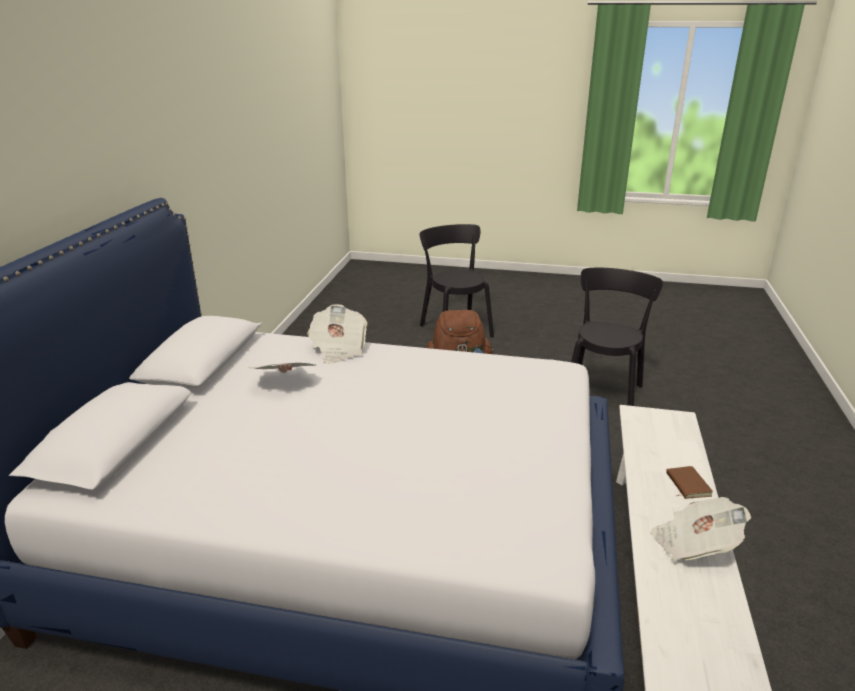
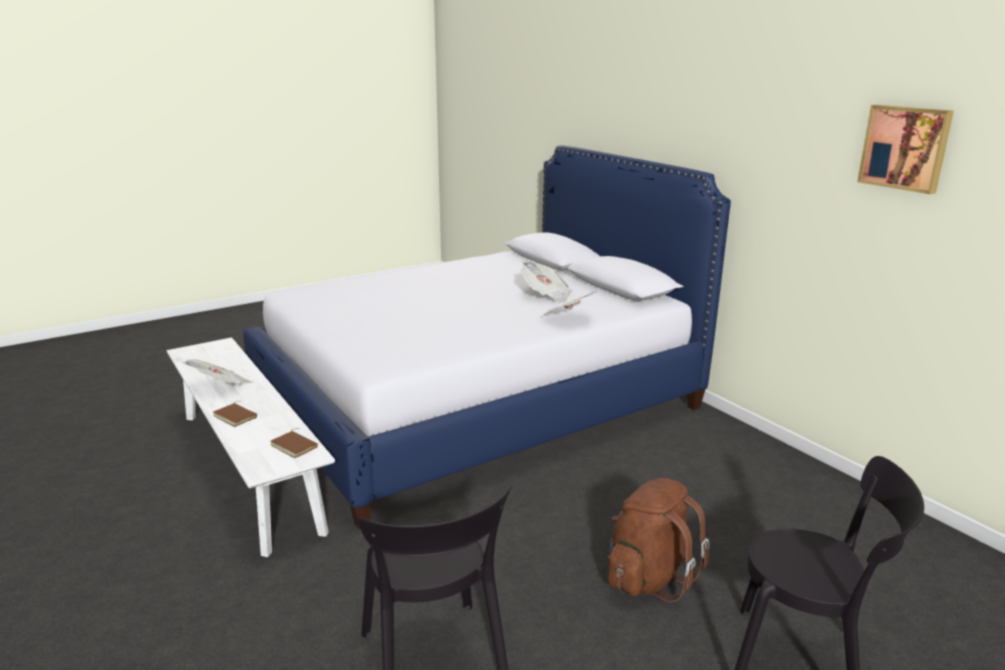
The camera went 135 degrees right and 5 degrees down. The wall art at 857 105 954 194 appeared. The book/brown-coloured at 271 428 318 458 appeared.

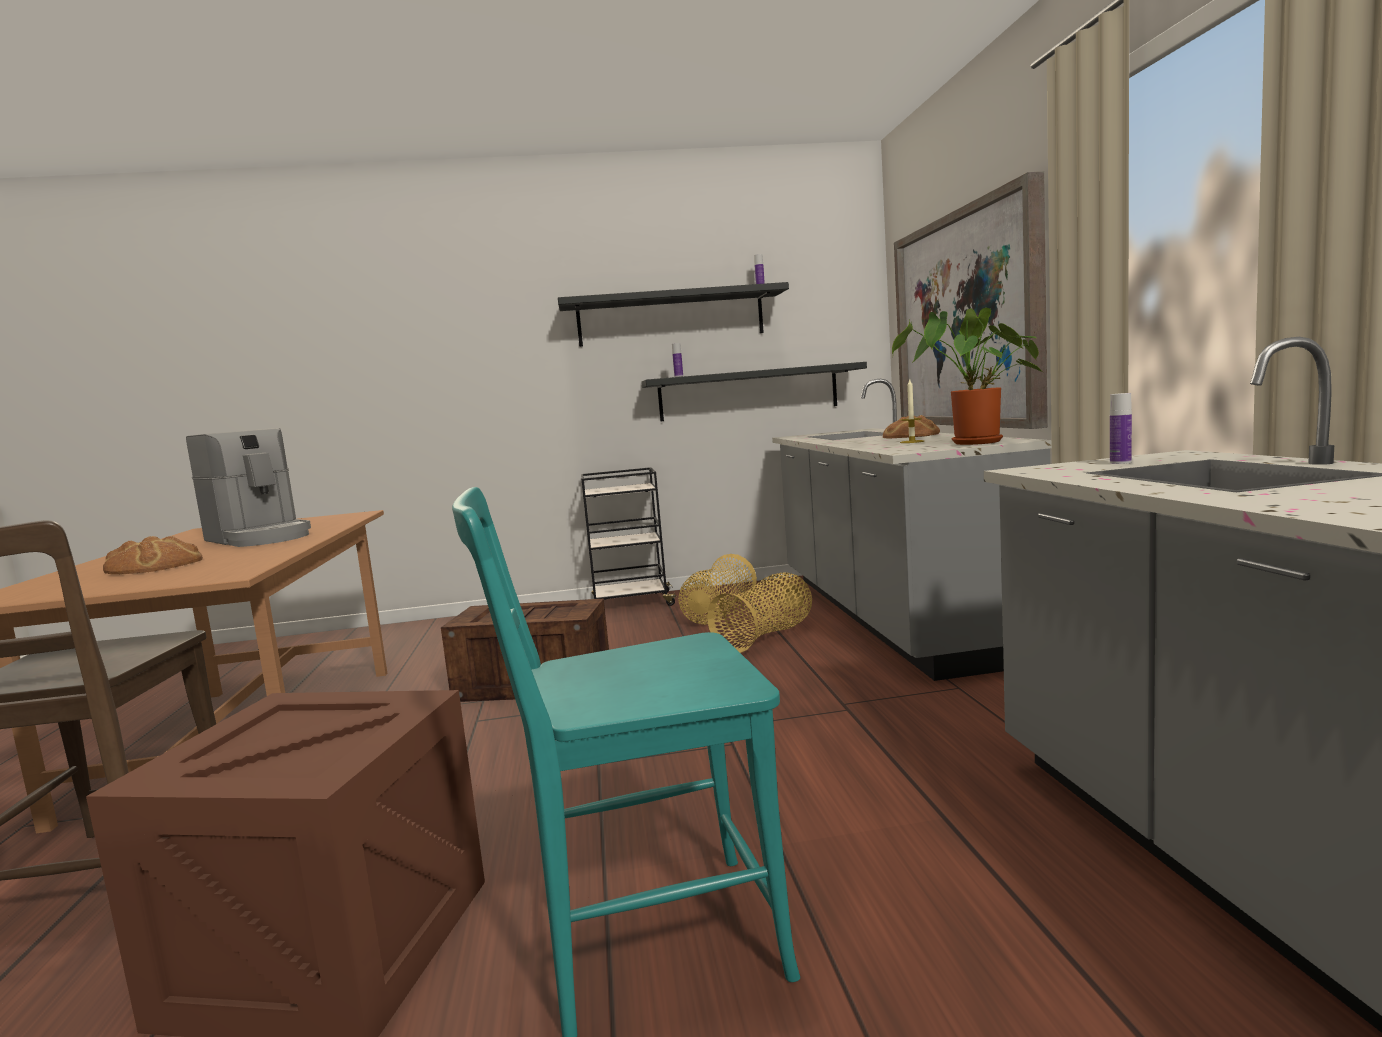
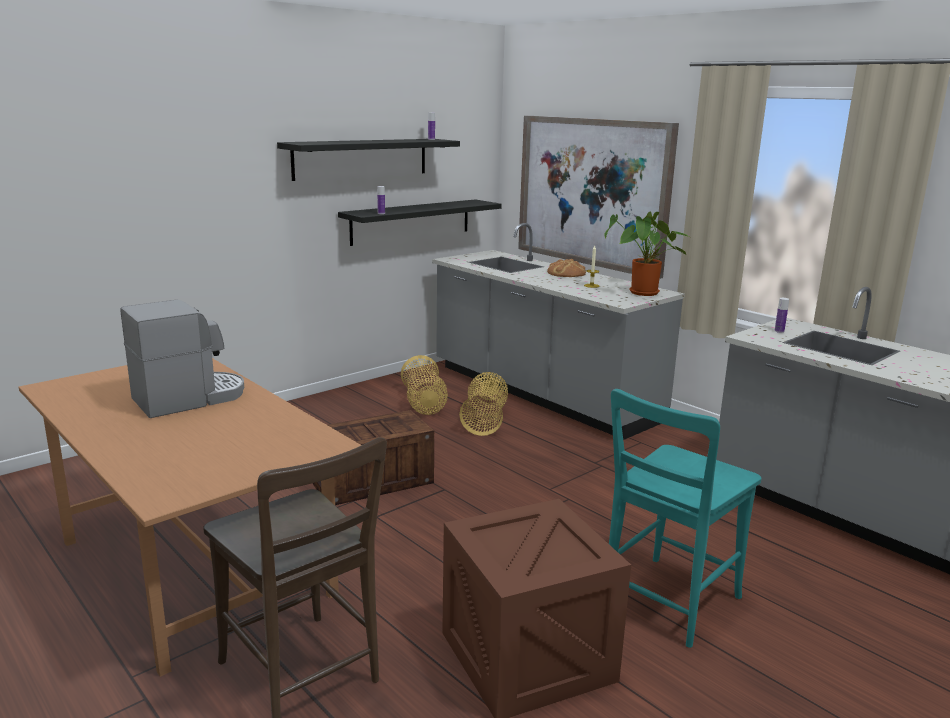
The camera went 35 degrees left and 10 degrees up. The coffee machine at 186 428 311 547 turned 45 degrees counterclockwise. The wheeled cart/black-coloured at 581 467 678 606 disappeared. The baked bread at 103 536 203 575 disappeared.

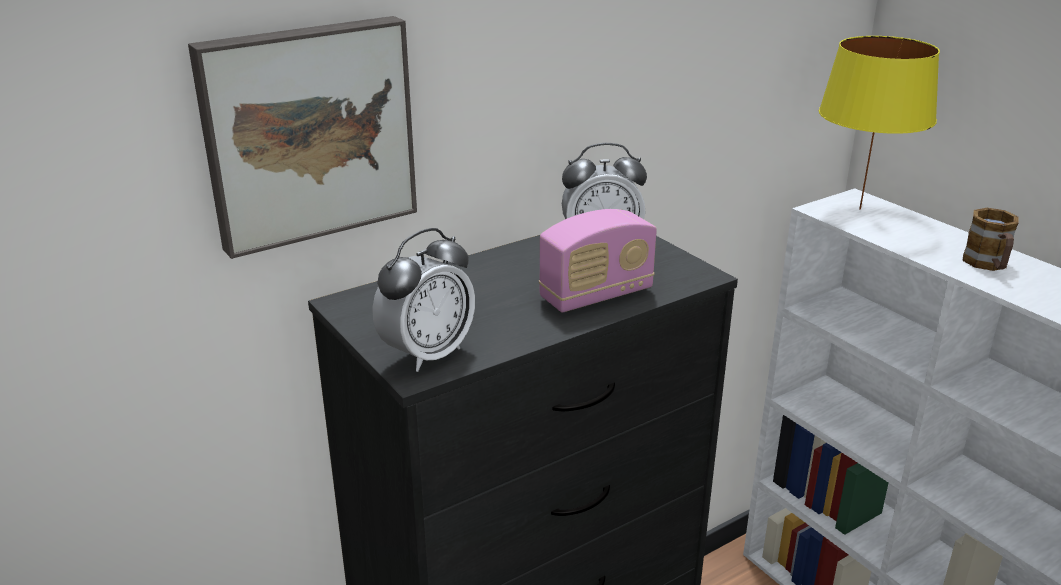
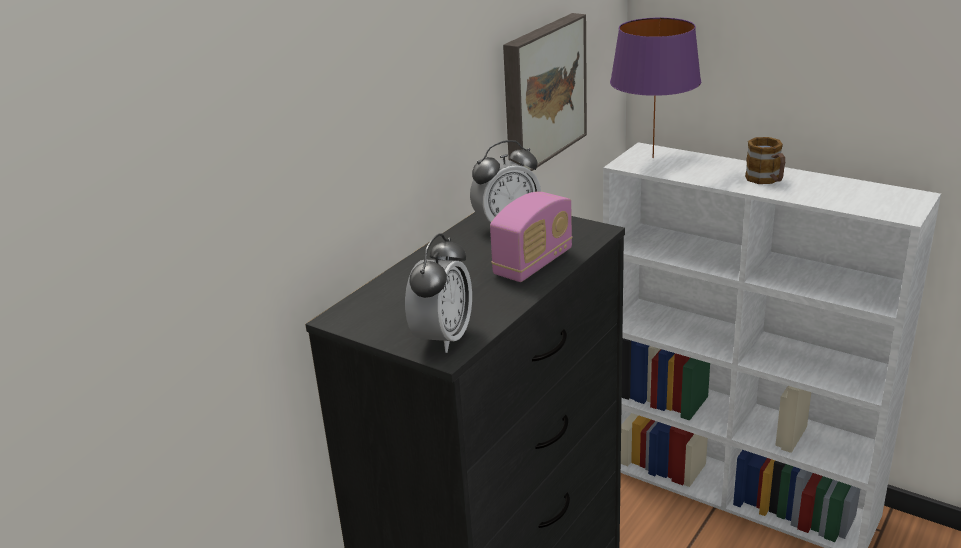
The camera went 20 degrees left and 0 degrees up. The wall art moved from 188 16 417 259 to 503 13 587 171. The table lamp/yellow at 819 36 940 210 became the table lamp/purple at 610 17 701 158.

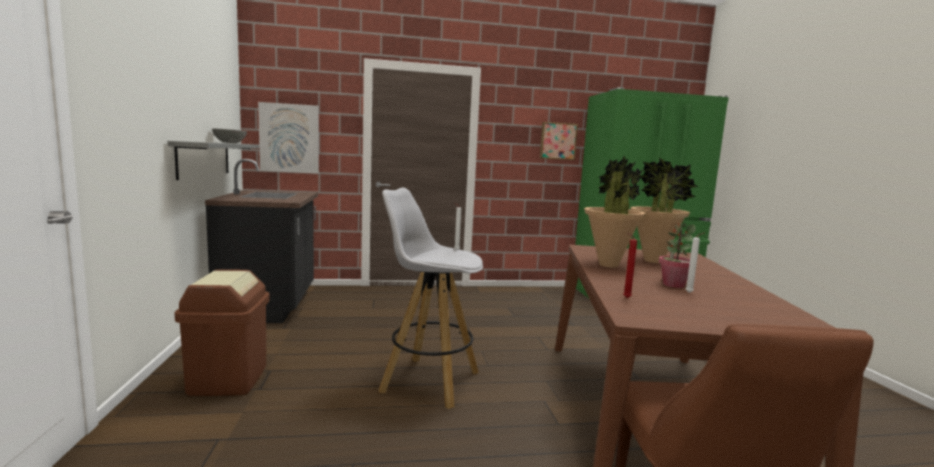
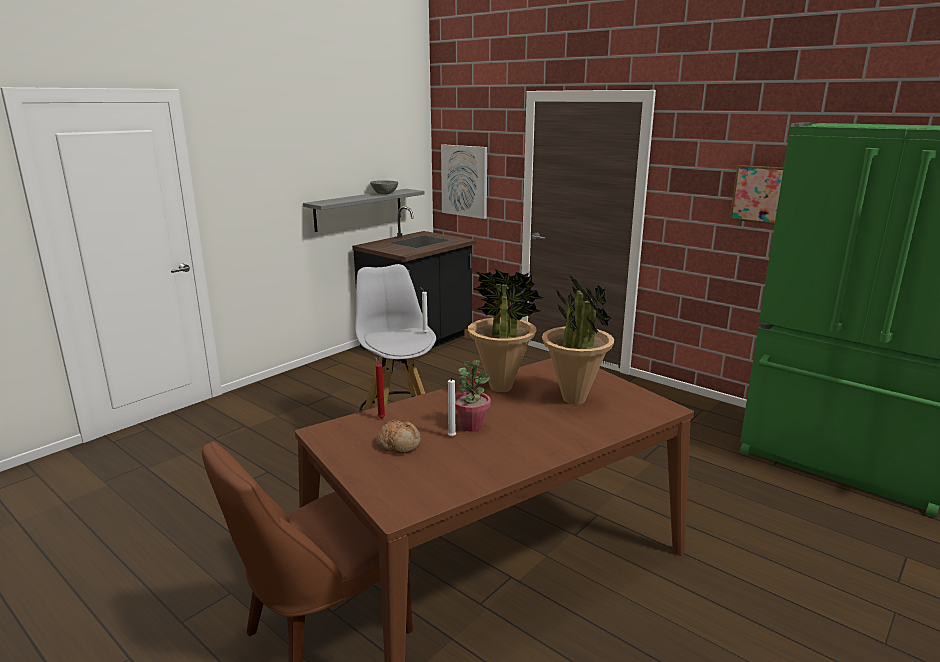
The camera went 50 degrees right and 10 degrees up. The trash can/brown-coloured at 174 269 270 396 disappeared. The baked bread at 376 420 421 454 appeared.

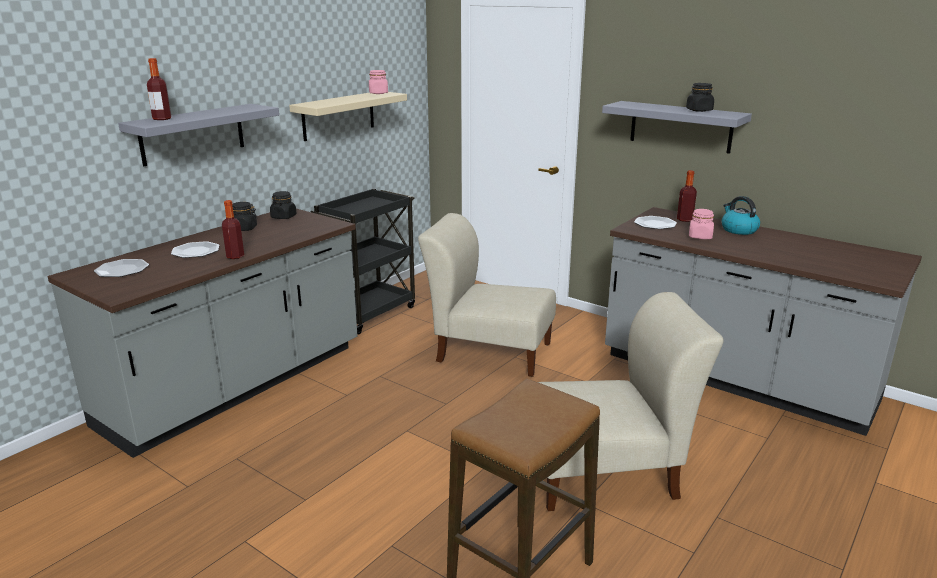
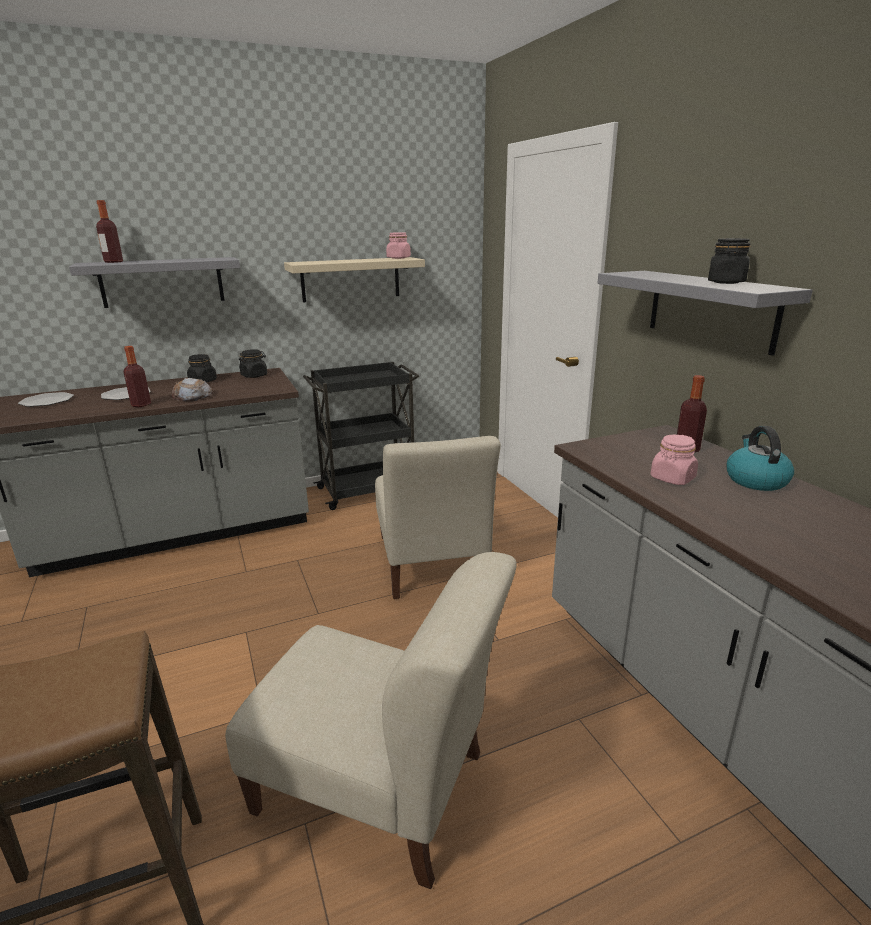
The camera went 30 degrees right and 0 degrees up. The plain chair/beige-coloured at 418 213 556 377 turned 150 degrees counterclockwise. The flat dish at 634 216 677 229 disappeared. The baked bread at 171 378 213 401 appeared.

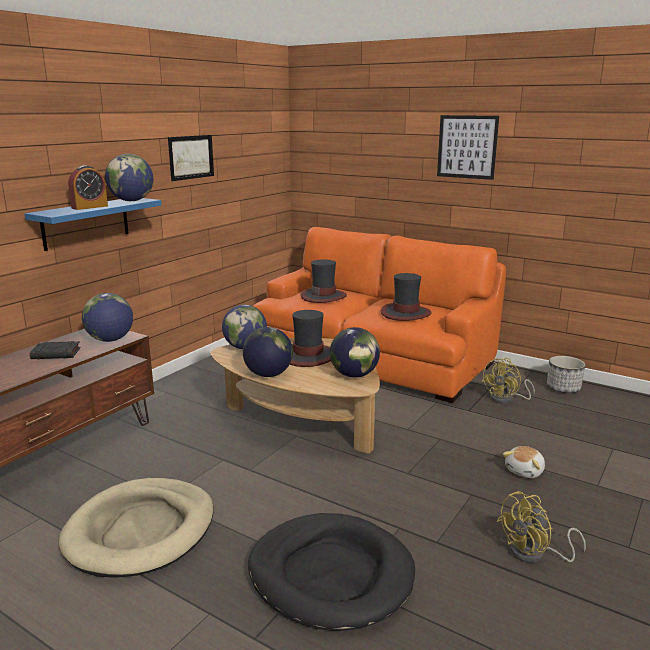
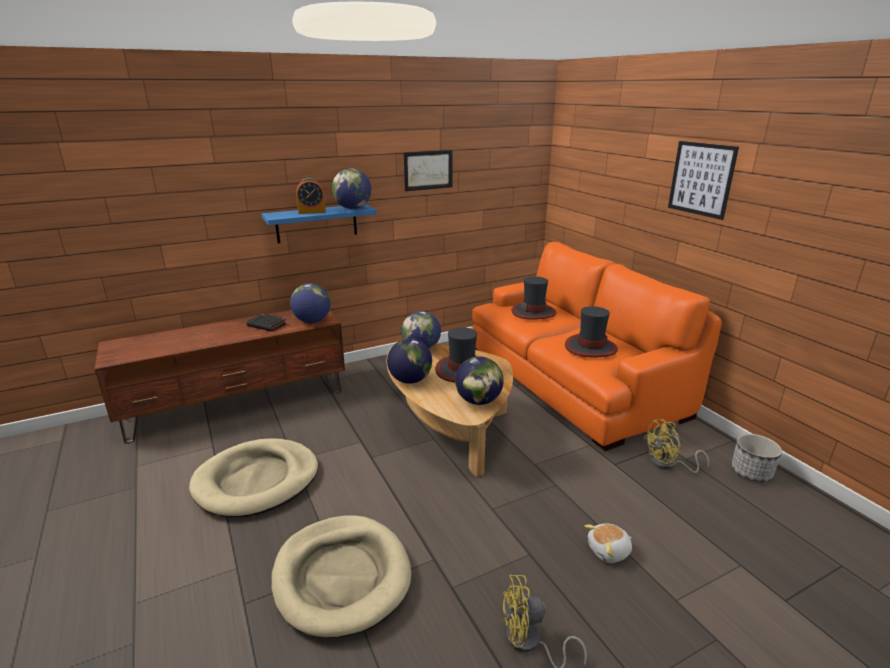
The camera went 30 degrees right and 5 degrees up. The pet bed/black-coloured at 248 513 415 631 became the pet bed/beige-coloured at 271 515 411 638.

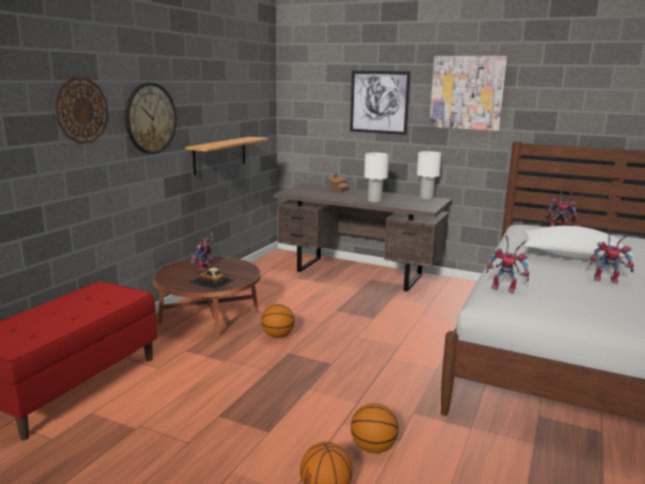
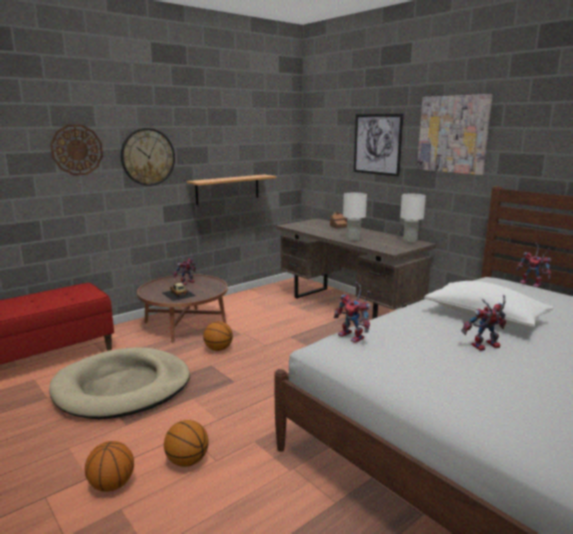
The camera went 25 degrees right and 0 degrees up. The model robot at 589 229 634 284 turned 120 degrees clockwise. The pet bed/beige-coloured at 49 347 190 419 appeared.

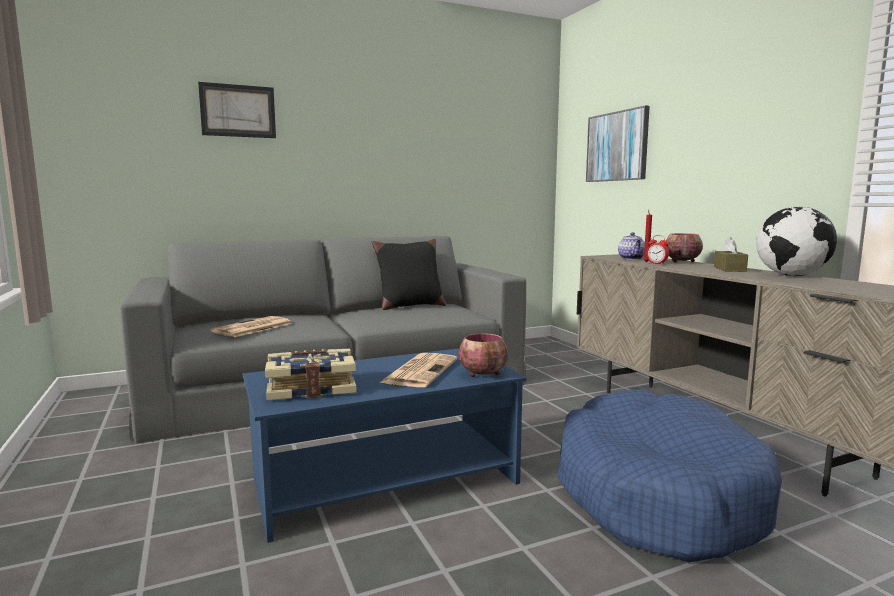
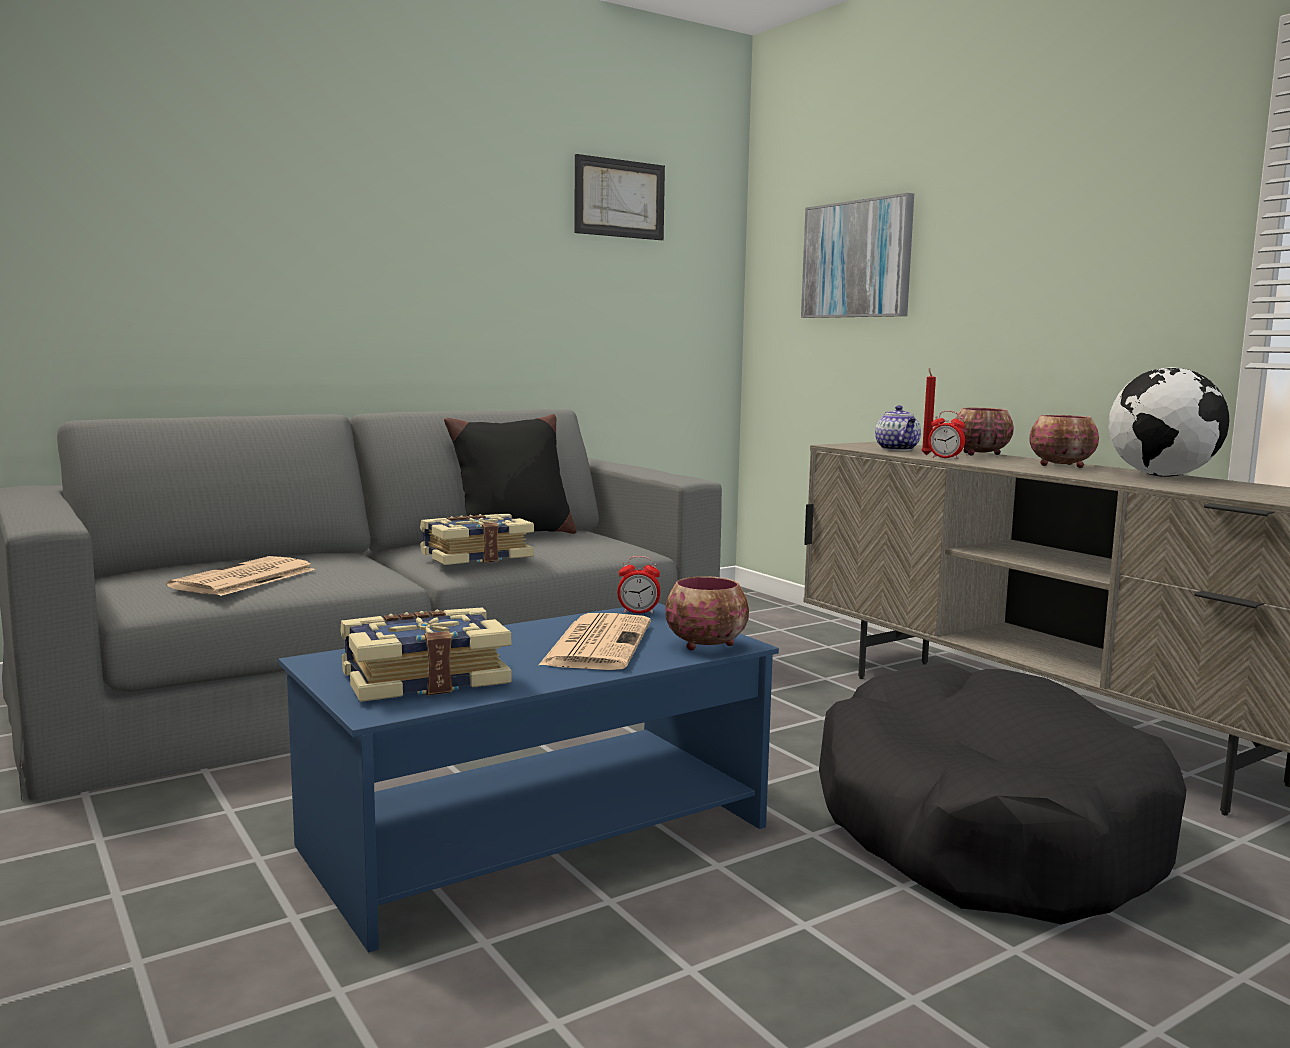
The camera went 10 degrees left and 0 degrees up. The wall art moved from 198 82 276 138 to 574 154 665 240. The box of tissues/brown-coloured at 714 236 748 272 was replaced by the serving bowl at 1029 415 1099 468. The pet bed/bluish at 557 389 782 562 became the pet bed/black-coloured at 819 663 1186 925. The book at 420 514 534 565 appeared. The table clock at 617 556 660 614 appeared.

